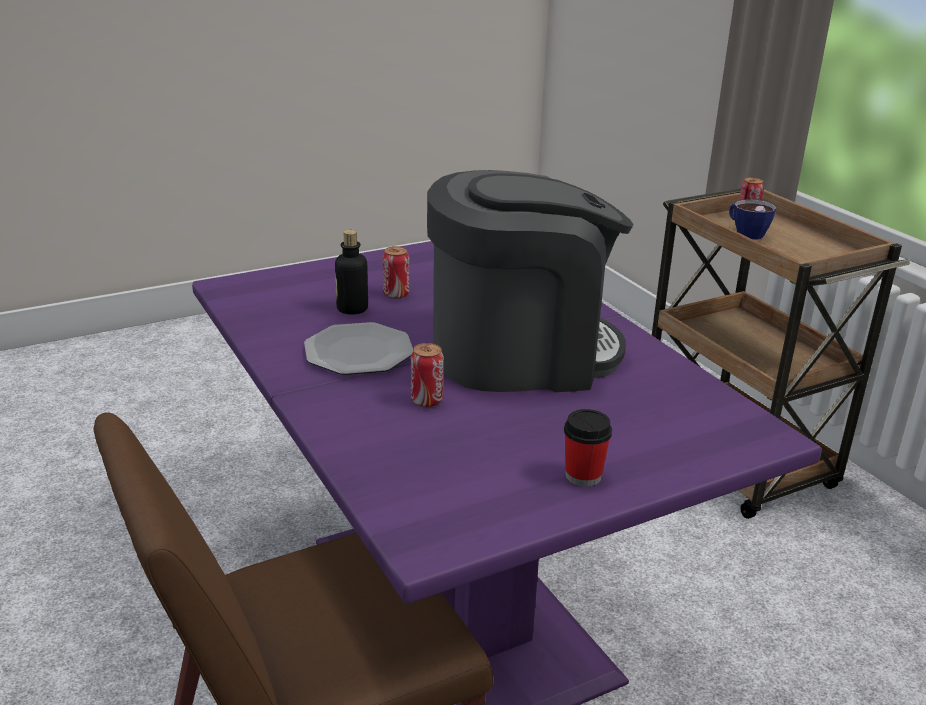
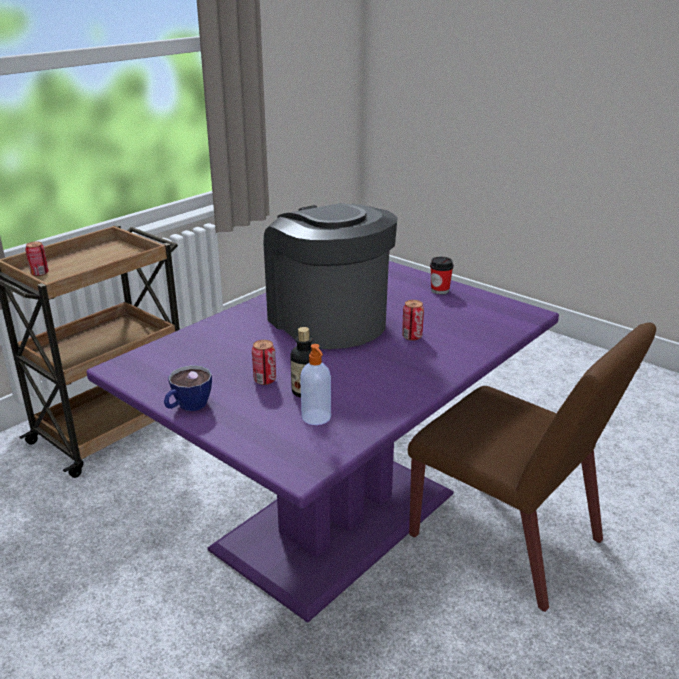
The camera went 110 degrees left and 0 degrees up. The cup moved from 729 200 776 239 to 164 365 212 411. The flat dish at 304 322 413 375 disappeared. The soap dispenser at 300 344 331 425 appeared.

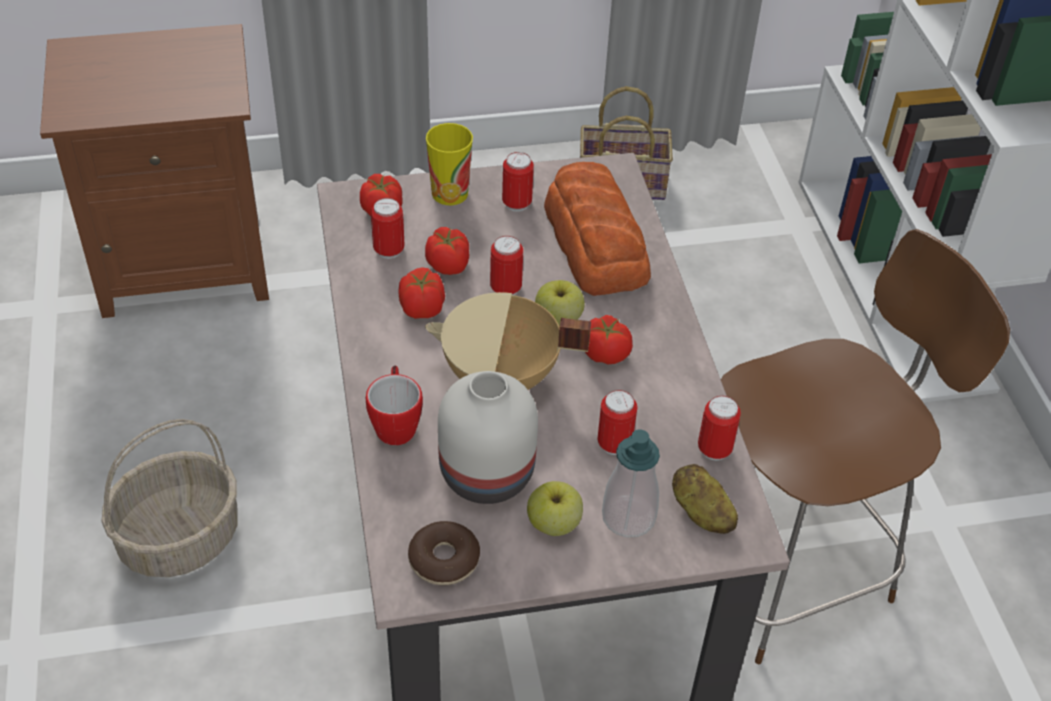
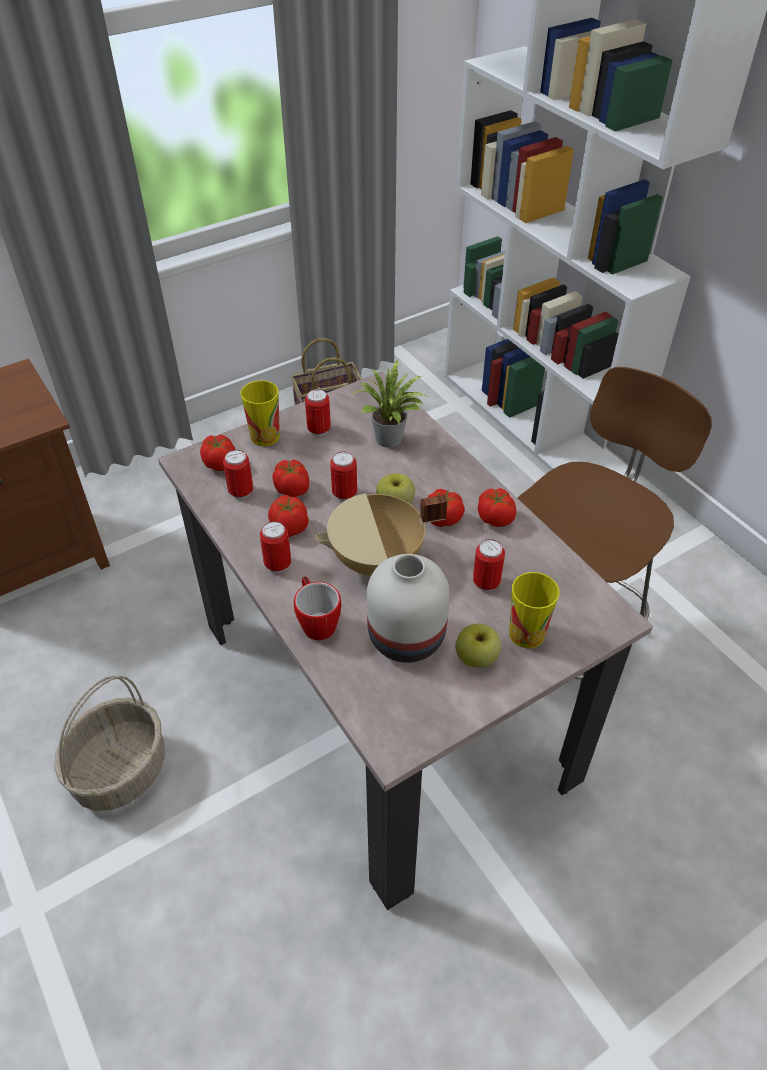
The camera went 20 degrees left and 0 degrees up. The baked bread at 544 162 651 296 was replaced by the potted plant at 351 360 430 448. The sealed can moved from 698 396 741 460 to 260 521 291 573. The soap dispenser at 602 430 660 537 was replaced by the cup at 509 572 559 648. The potato at 672 464 738 534 disappeared. The donut at 408 521 480 585 disappeared. The whole tomato at 478 488 516 527 appeared.

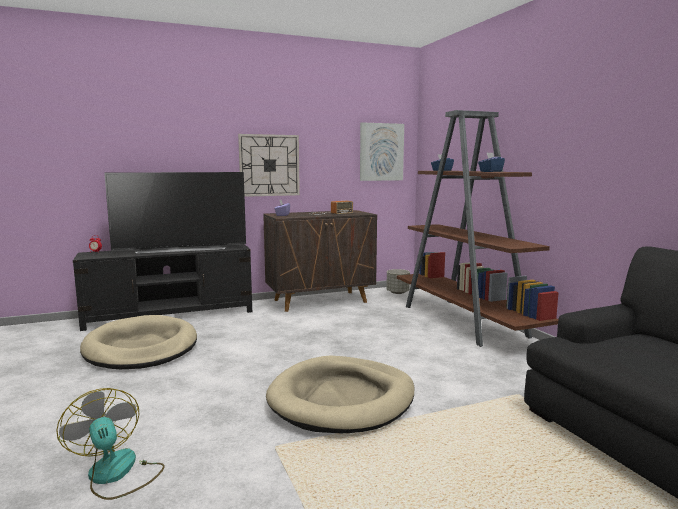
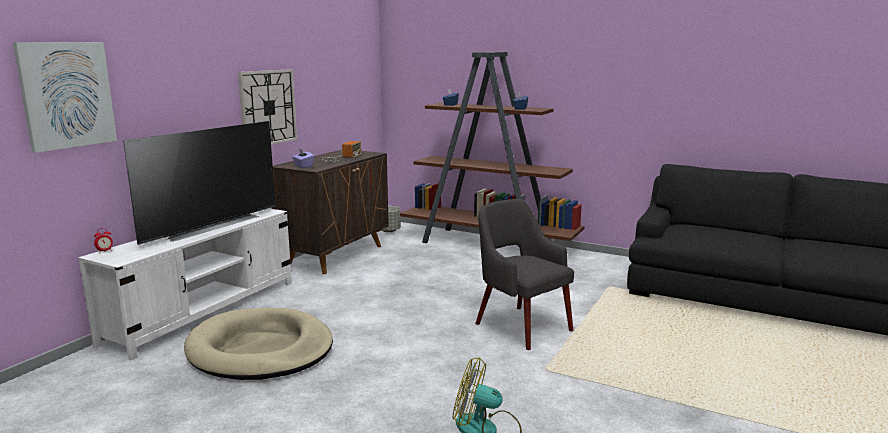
The camera went 40 degrees left and 5 degrees up. The wall art moved from 360 122 404 181 to 13 42 117 153. The media console/black-coloured at 73 244 252 331 became the media console/white at 78 208 292 360. The pet bed/beige-coloured at 266 356 414 433 was replaced by the lounge chair/gray at 475 199 574 350.

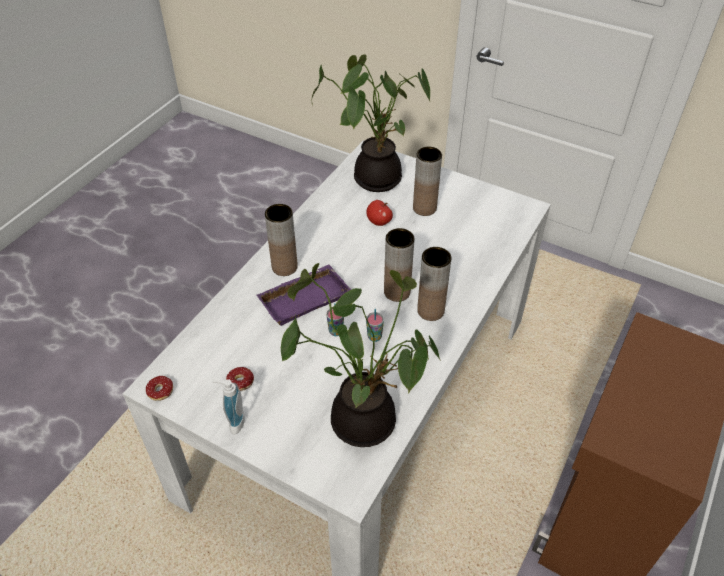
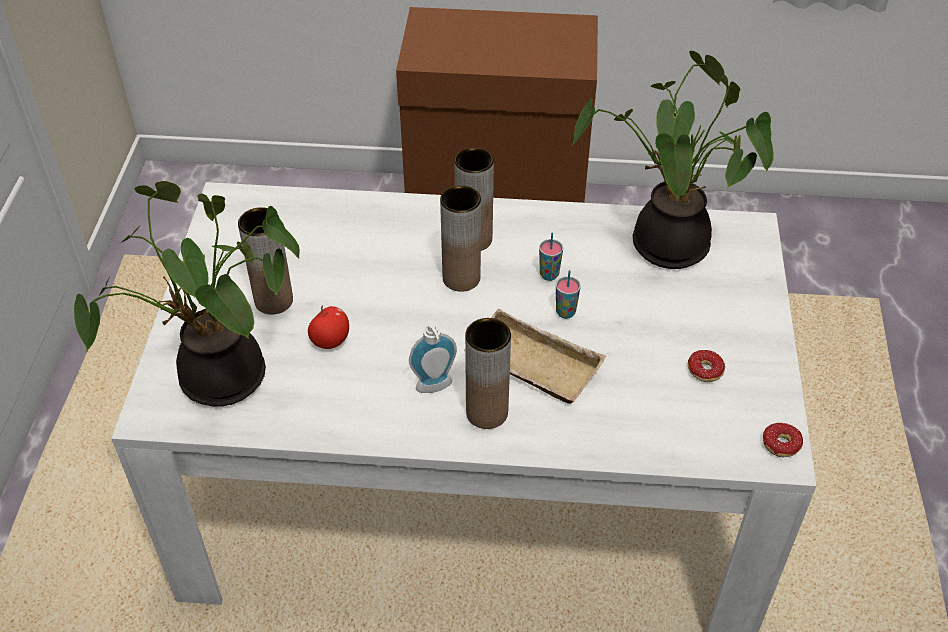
The camera went 115 degrees left and 0 degrees up. The tray/purple at 257 264 351 326 became the tray/beige-coloured at 464 309 606 404. The soap dispenser moved from 213 379 245 434 to 409 320 457 393.

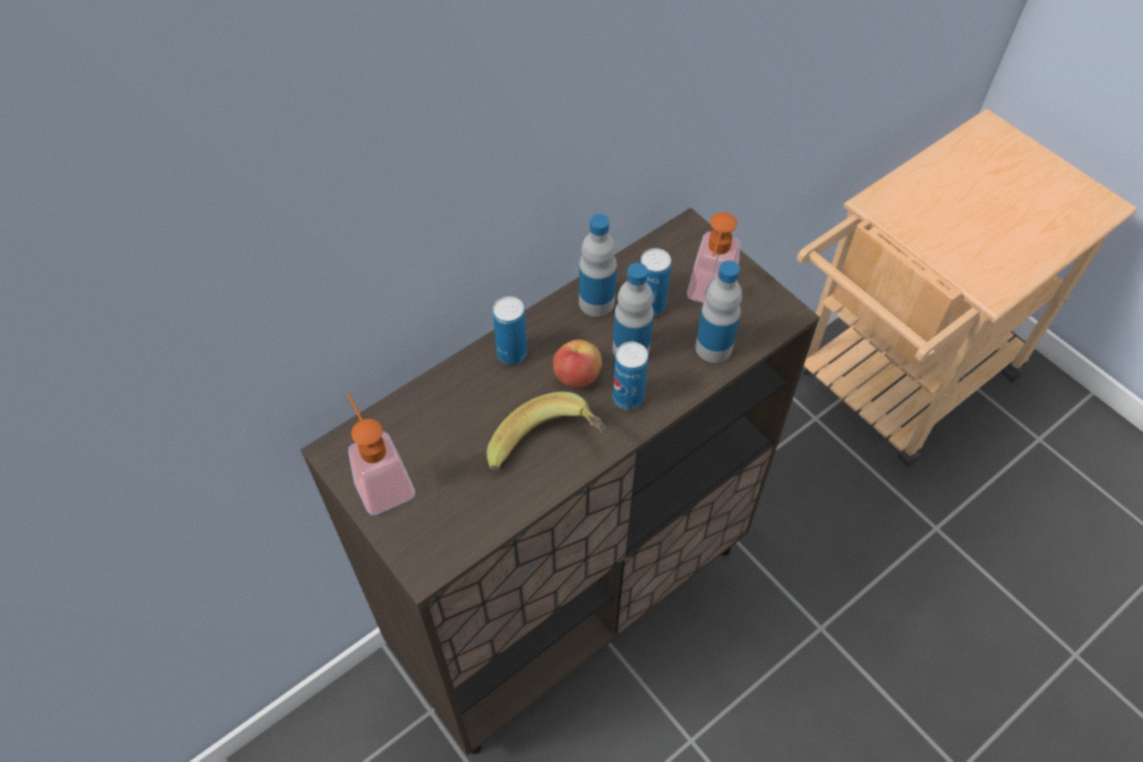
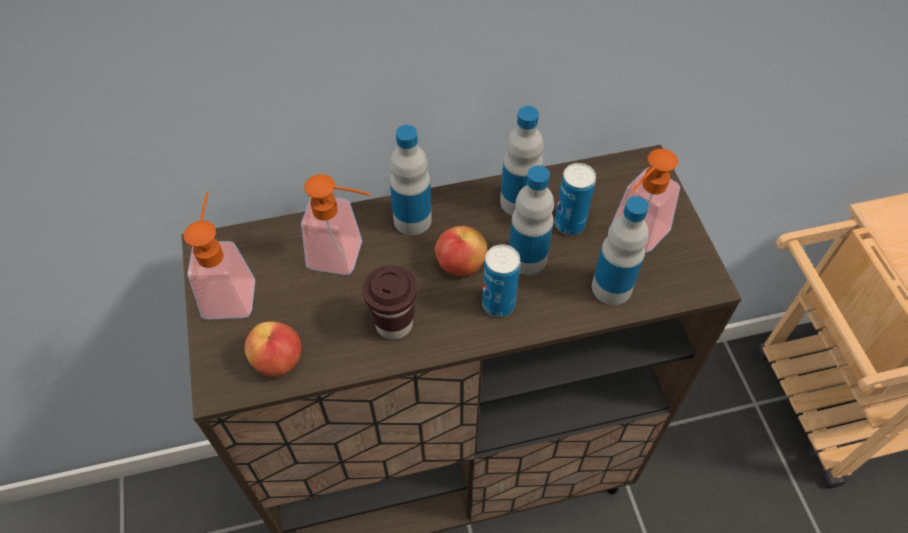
The camera went 25 degrees right and 0 degrees up. The sealed can at 493 296 527 365 was replaced by the bottle at 390 125 432 235. The whole banana at 487 392 607 472 was replaced by the cup/brown-coloured at 363 265 417 339. The soap dispenser at 301 174 371 275 appeared. The apple fruit at 245 322 301 377 appeared.

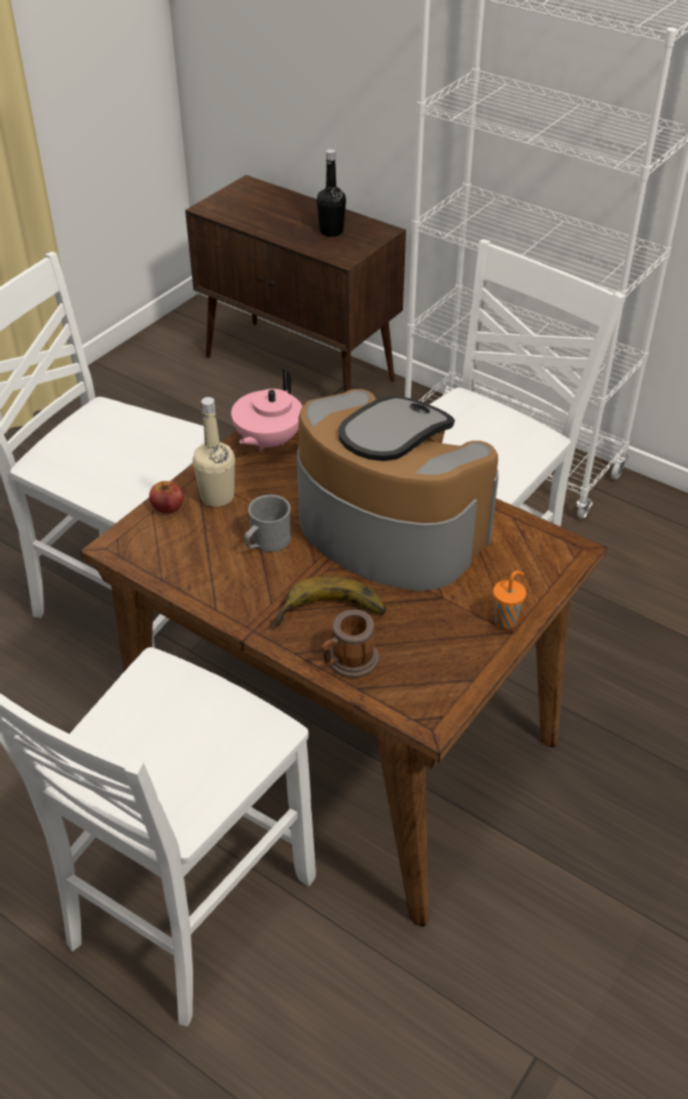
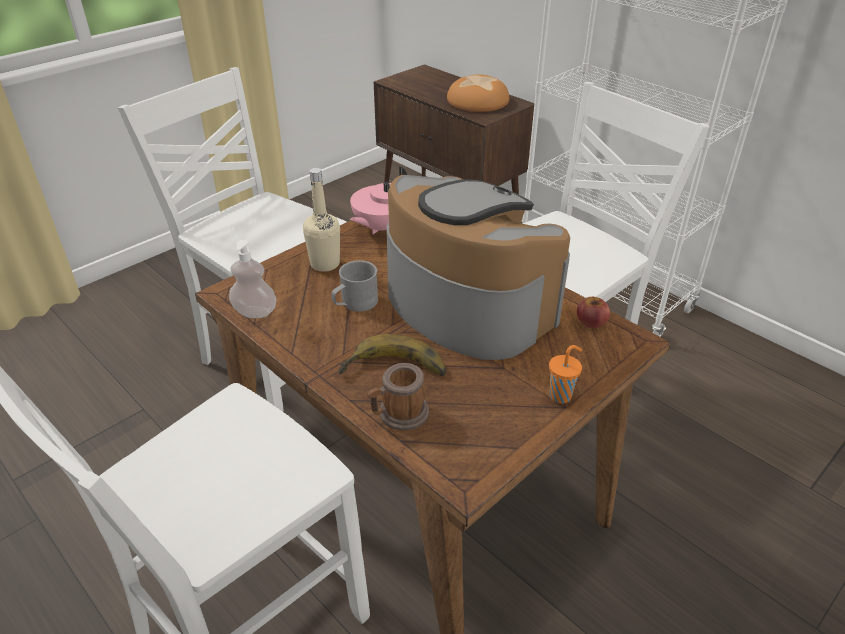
The camera went 10 degrees right and 5 degrees down. The bottle/black-coloured at 317 149 346 237 was replaced by the baked bread at 447 74 509 112. The apple fruit moved from 149 481 184 514 to 577 297 610 328. The soap dispenser at 229 240 276 318 appeared.

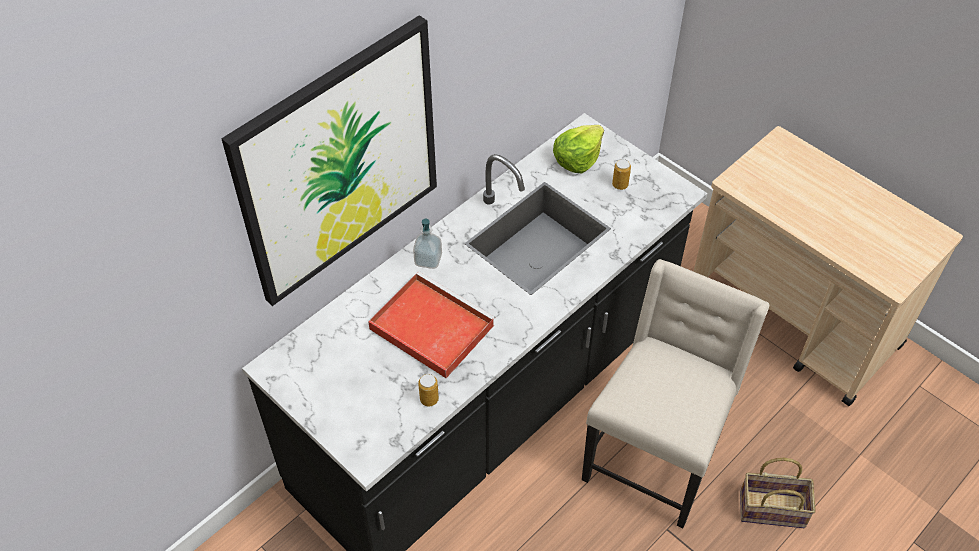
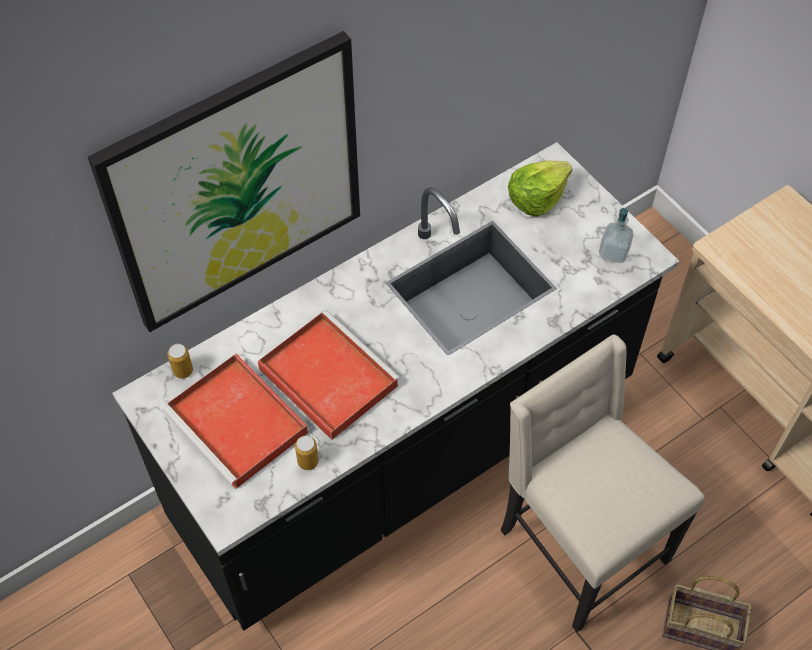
The camera went 10 degrees right and 5 degrees up. The sealed can moved from 612 159 631 190 to 168 344 193 378. The soap dispenser moved from 413 219 442 269 to 599 208 634 263. The plain chair/beige-coloured at 582 259 769 529 turned 75 degrees counterclockwise. The tray/red at 162 354 308 489 appeared.

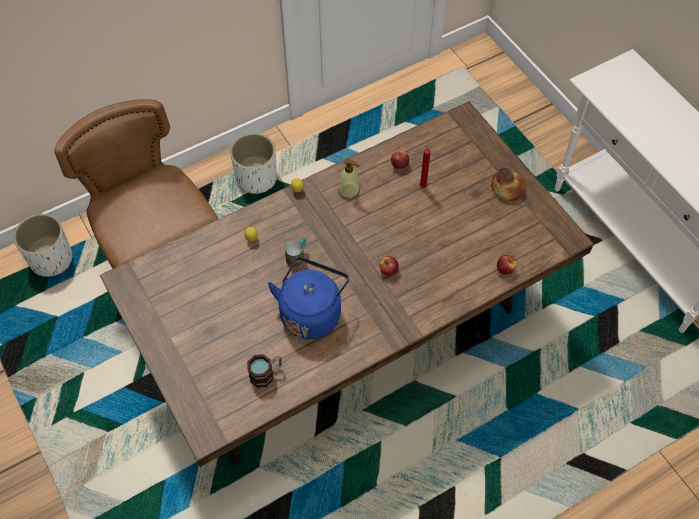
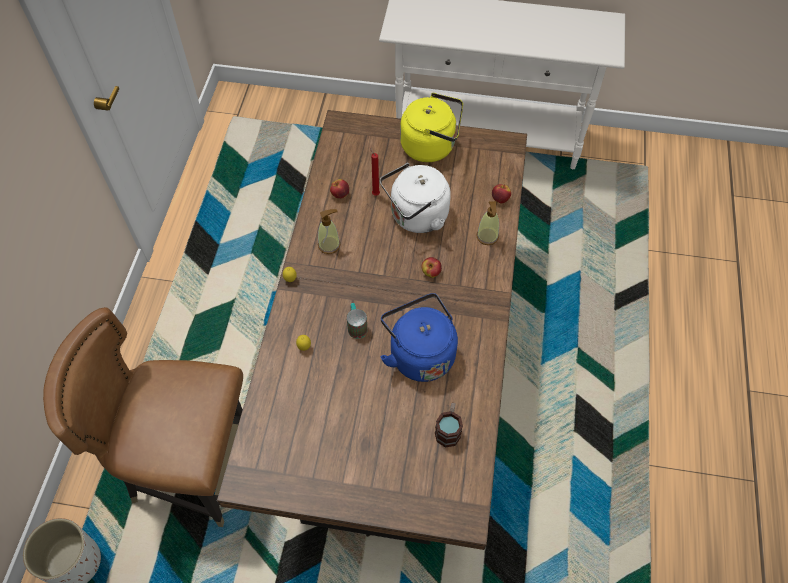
The camera went 50 degrees left and 0 degrees up. The plant pot/white at 230 133 277 194 disappeared. The baked bread at 491 168 526 201 was replaced by the water kettle/yellow at 400 93 463 162. The water kettle/white at 380 163 451 233 appeared. The soap dispenser at 476 201 499 245 appeared.

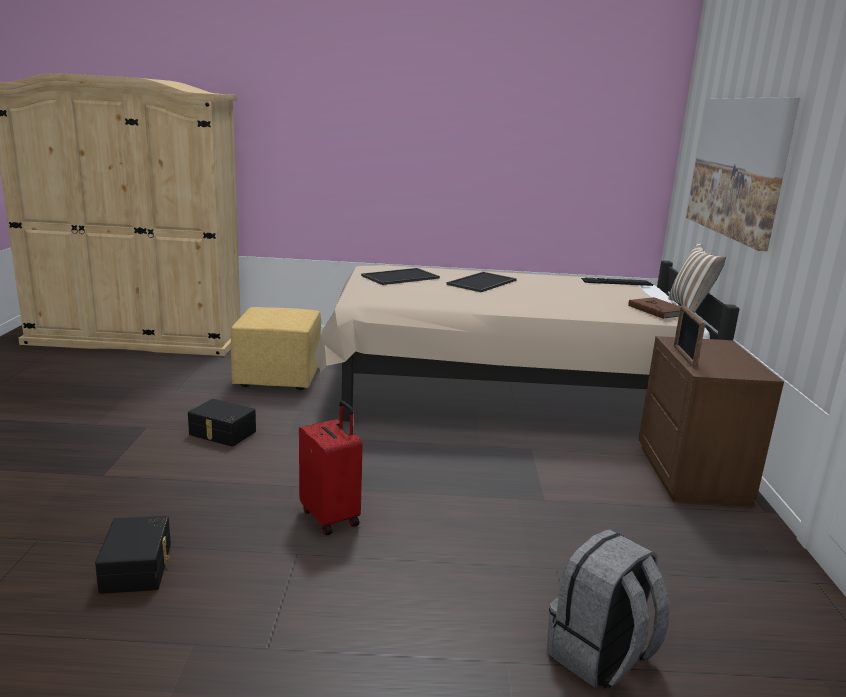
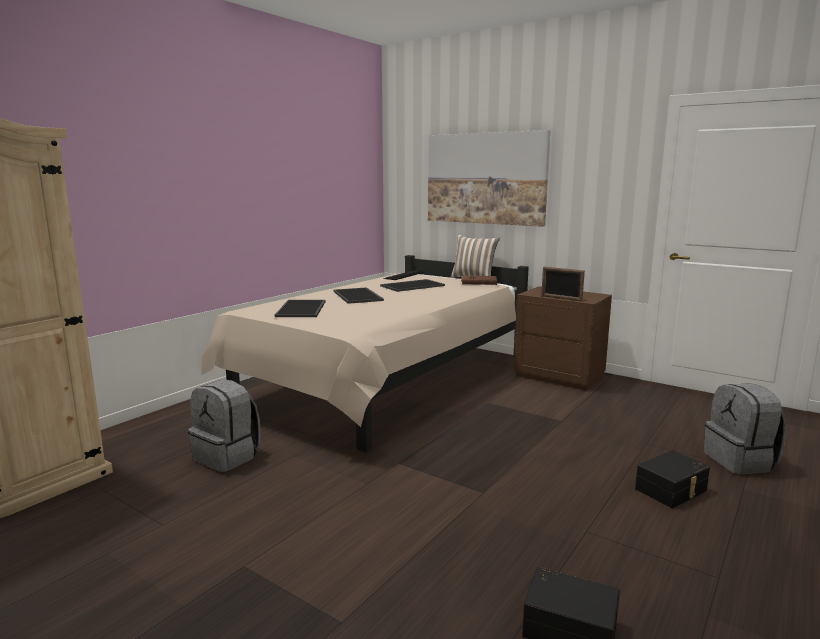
The camera went 55 degrees left and 5 degrees down. The pouffe/yellow at 231 307 321 390 was replaced by the backpack/gray at 188 380 261 472. The storage box/black-coloured moved from 188 399 256 447 to 635 450 710 508. The travel case/red at 299 401 363 535 disappeared. The tray at 380 279 445 292 appeared.

